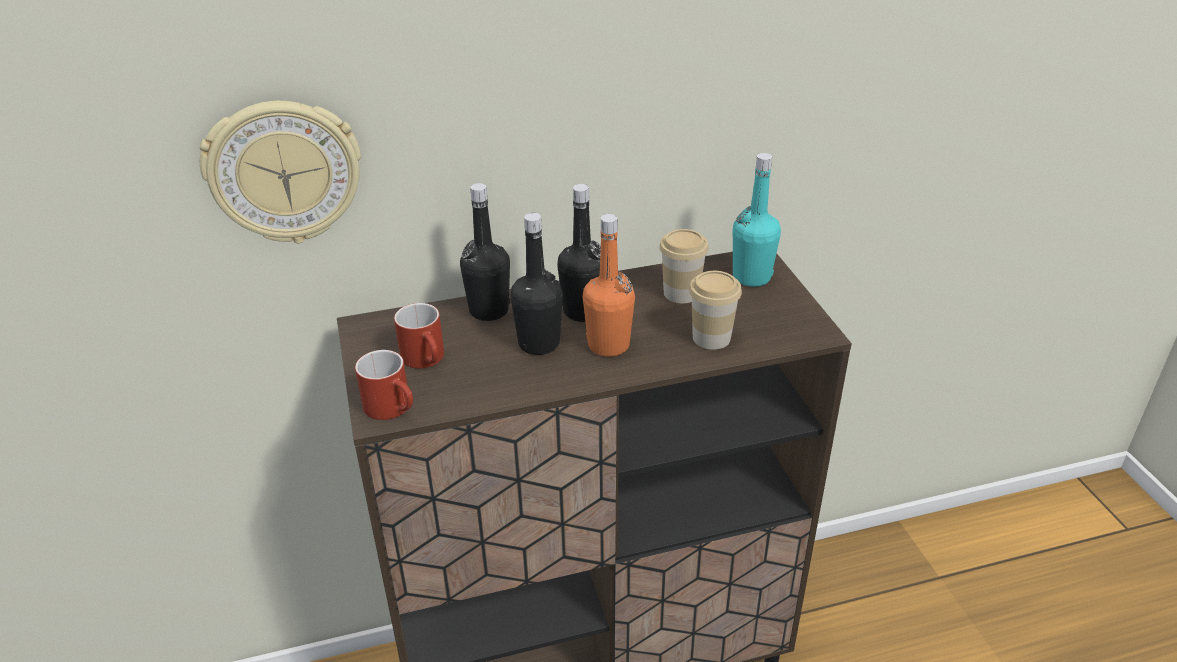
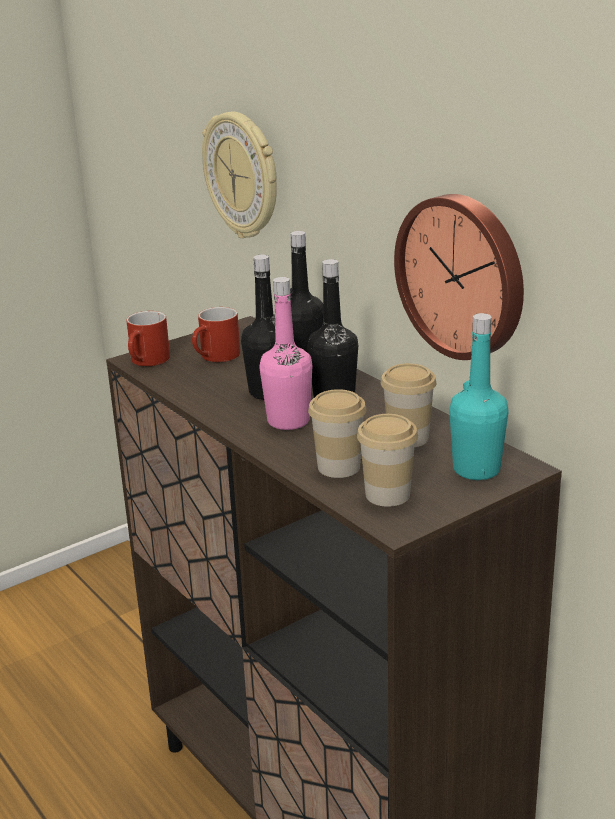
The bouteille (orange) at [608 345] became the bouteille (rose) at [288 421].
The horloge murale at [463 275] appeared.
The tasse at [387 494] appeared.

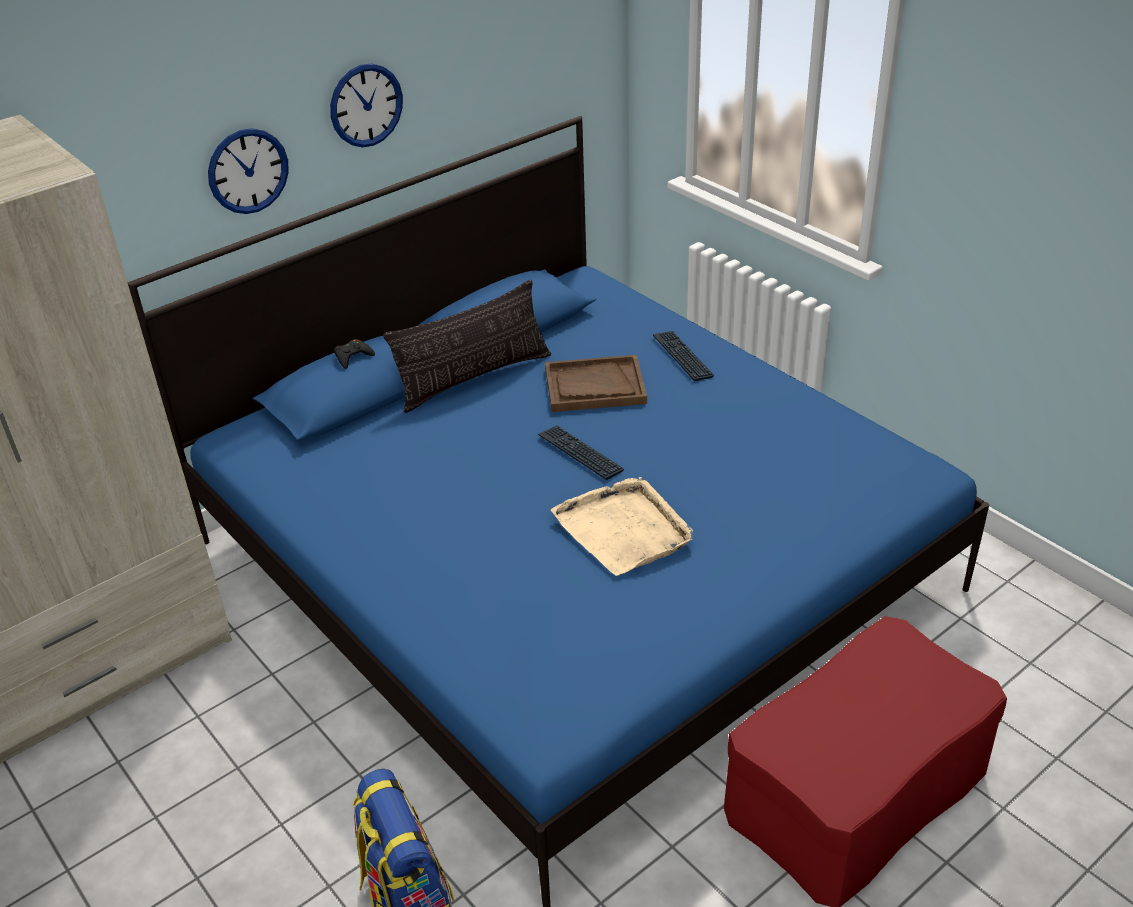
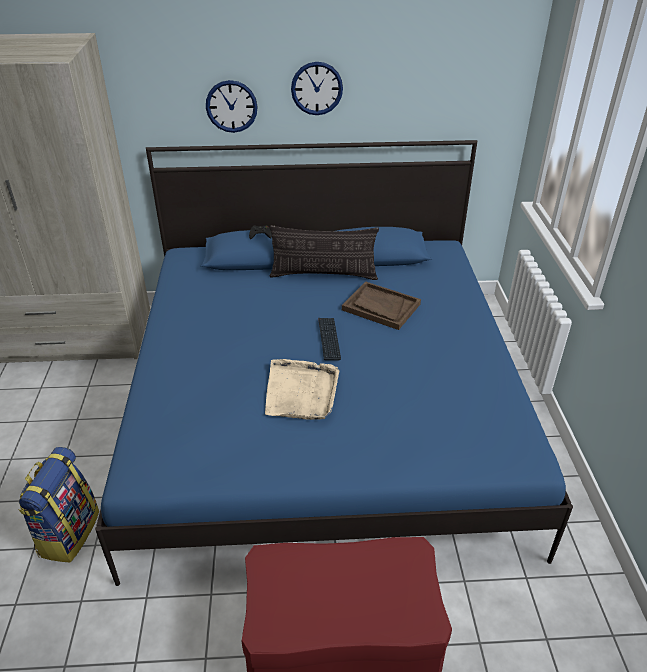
The clavier at [682 357] disappeared.

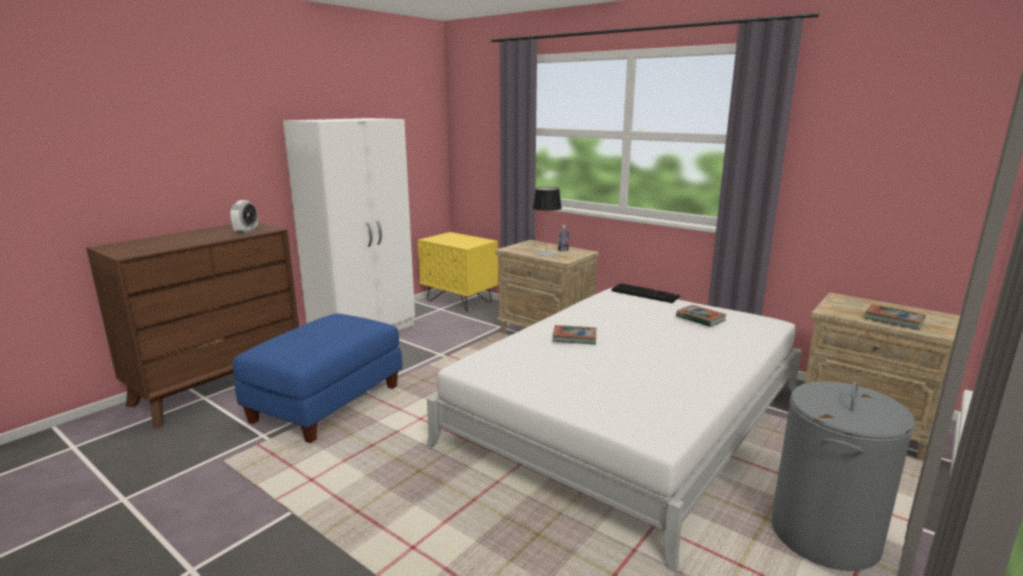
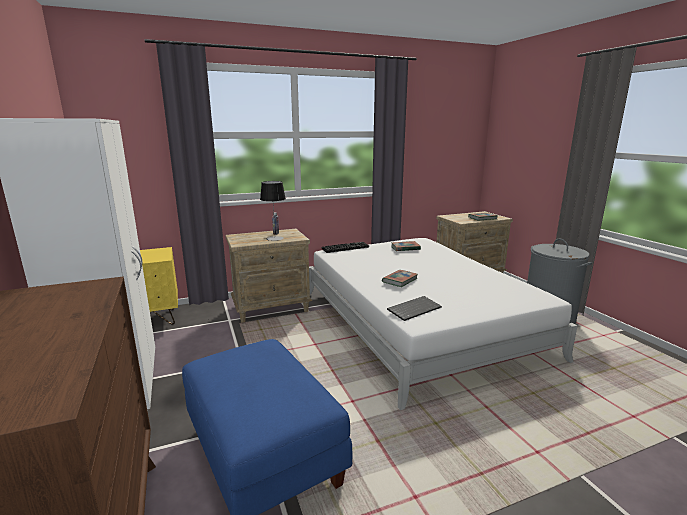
The réveil at [246 231] disappeared.
The clavier at [414 309] appeared.

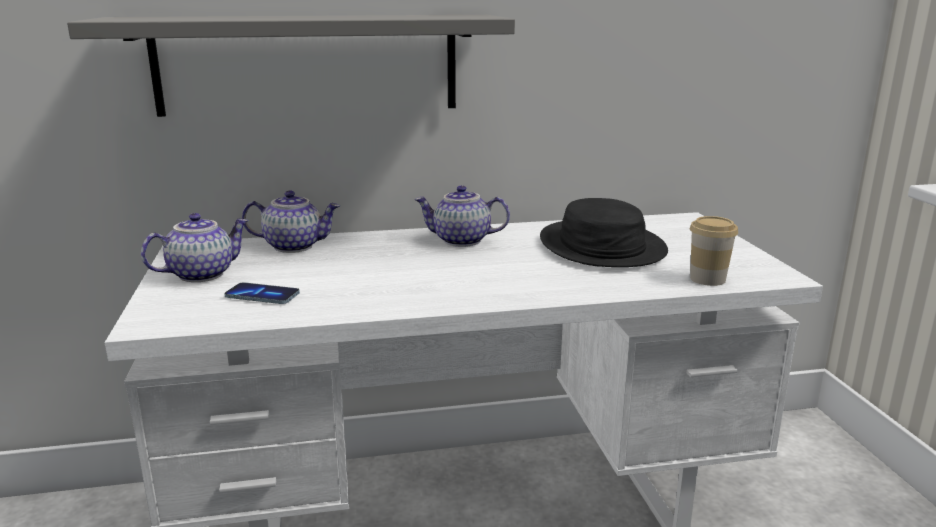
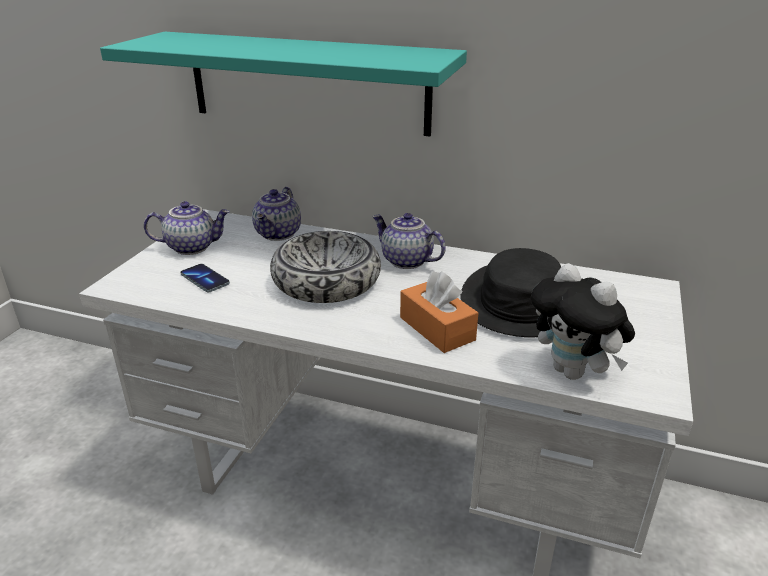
The étagère (gris) at [308 64] became the étagère (turquoise) at [307 83].
The théière at [294 246] turned 75 degrees clockwise.
The tasse at [707 279] was replaced by the peluche at [574 372].
The bol at [326 281] appeared.
The boîte à mouchoirs (orange) at [437 328] appeared.

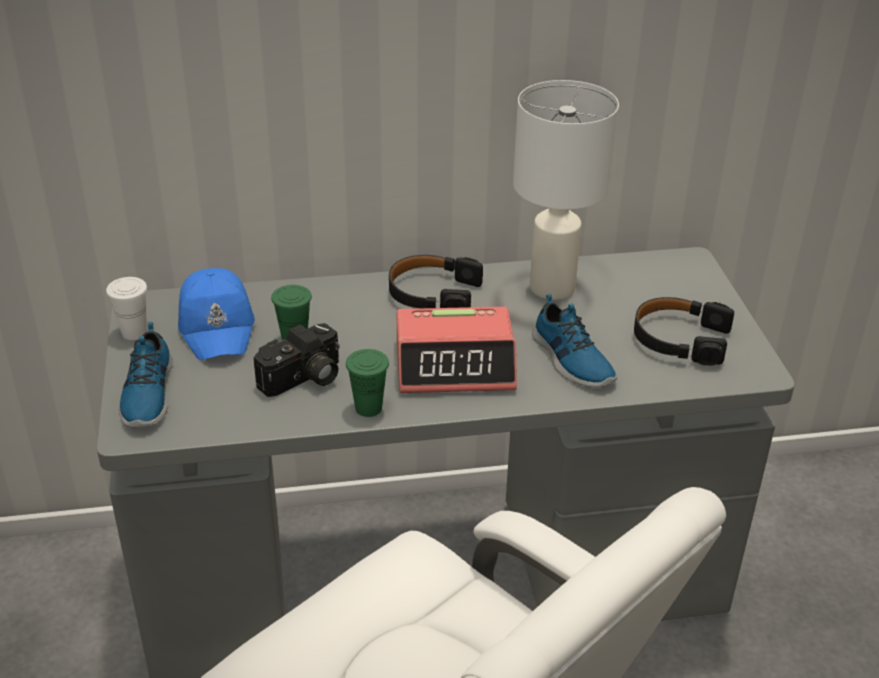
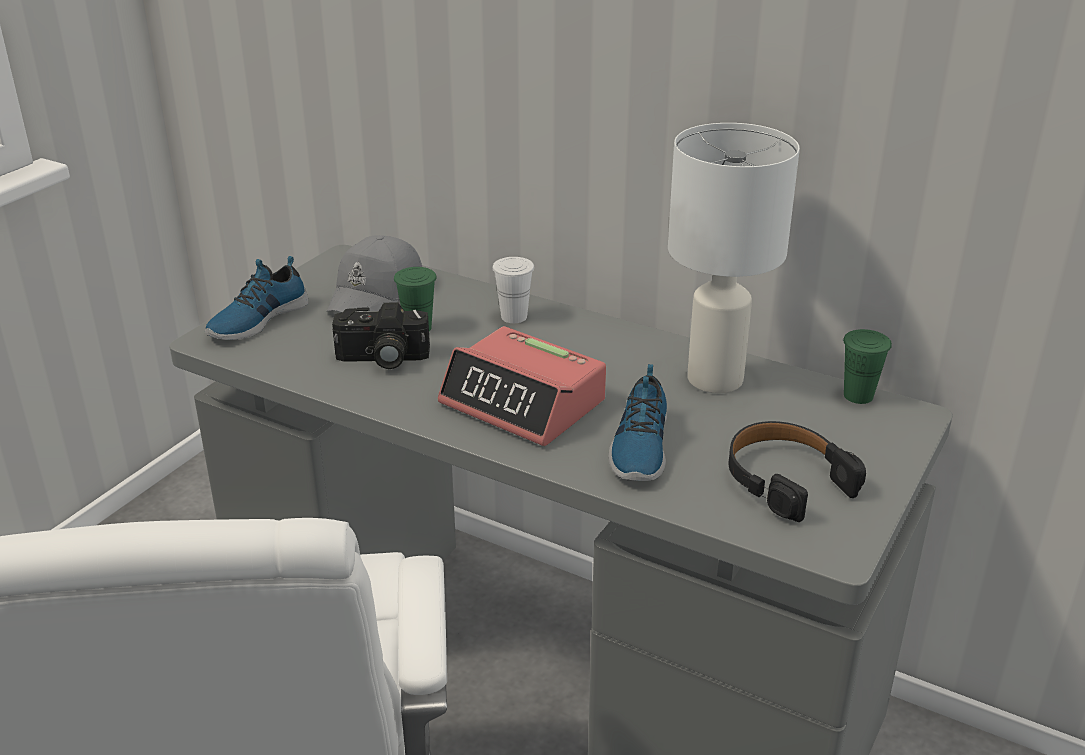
The casque audio (noir) at [433 294] disappeared.
The casquette (bleu) at [218 325] became the casquette (gris) at [377 293].
The tasse (blanc) moved from [134 332] to [514 317].
The tasse (vert) moved from [368 408] to [858 396].

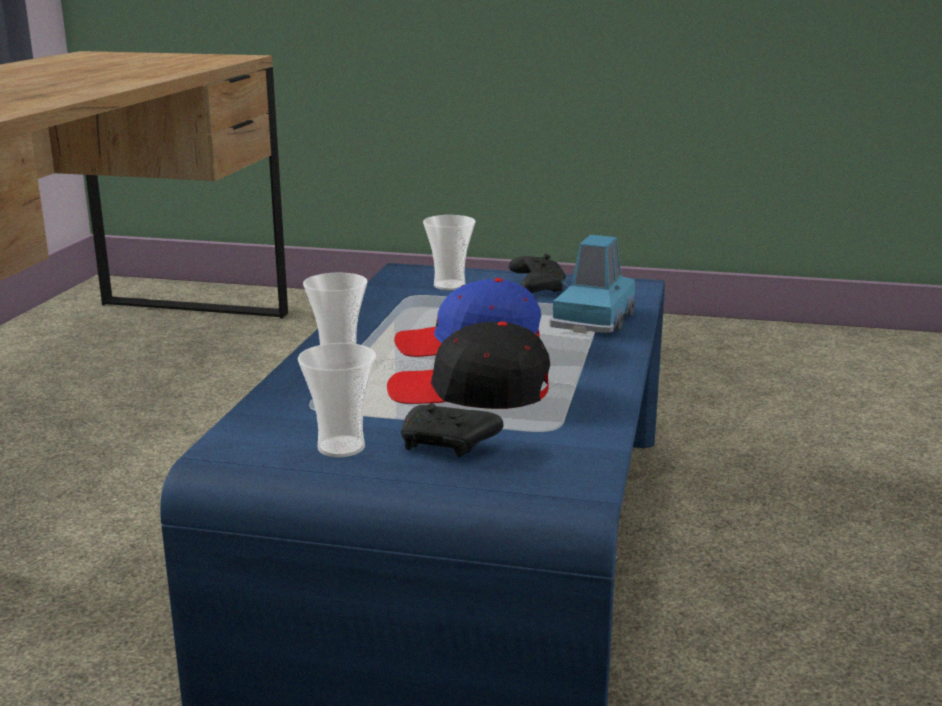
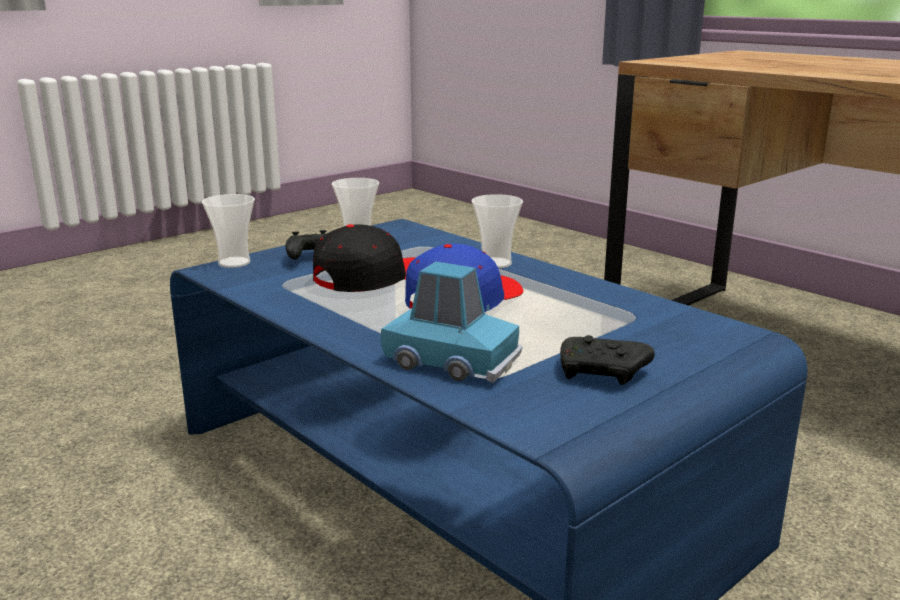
The tasse moved from [449 285] to [234 263].
The petite voiture (bleu) at [594 319] turned 150 degrees clockwise.

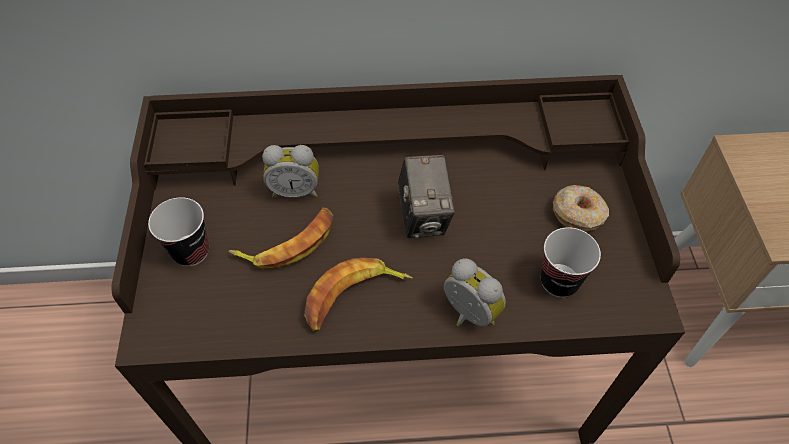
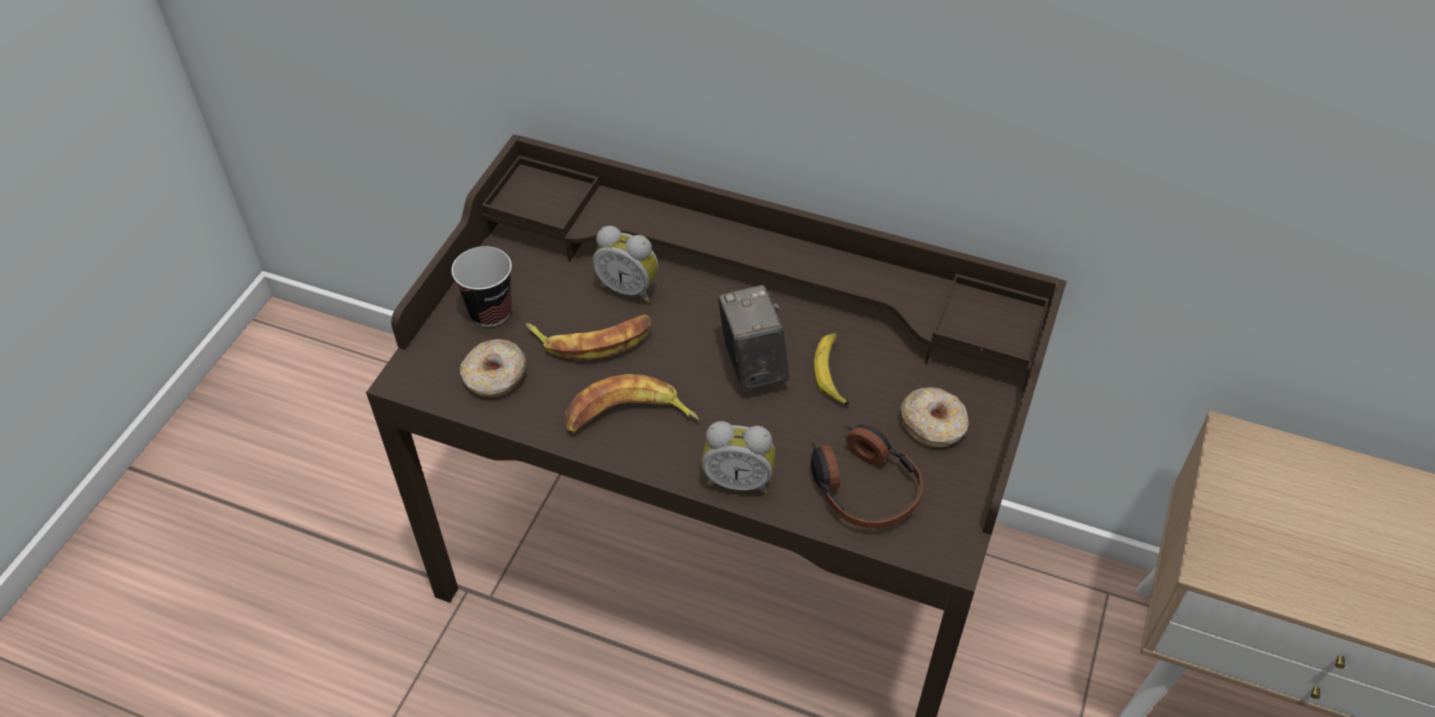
The appareil photo at [423 217] turned 150 degrees clockwise.
The tasse at [559 281] was replaced by the casque audio at [862 486].
The réveil at [468 315] turned 120 degrees clockwise.
The banane at [832 373] appeared.
The beignet at [495 377] appeared.

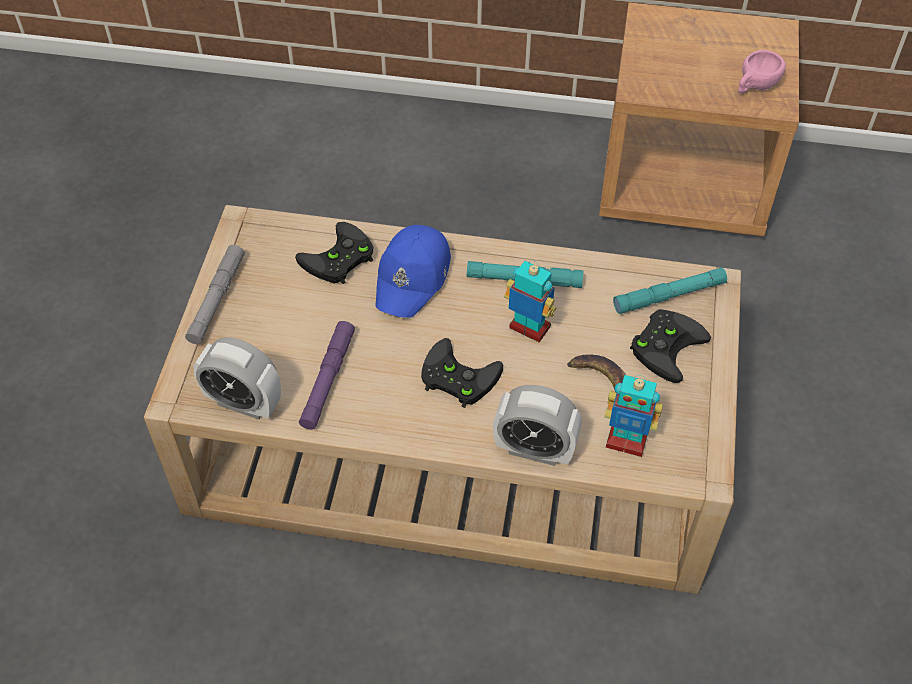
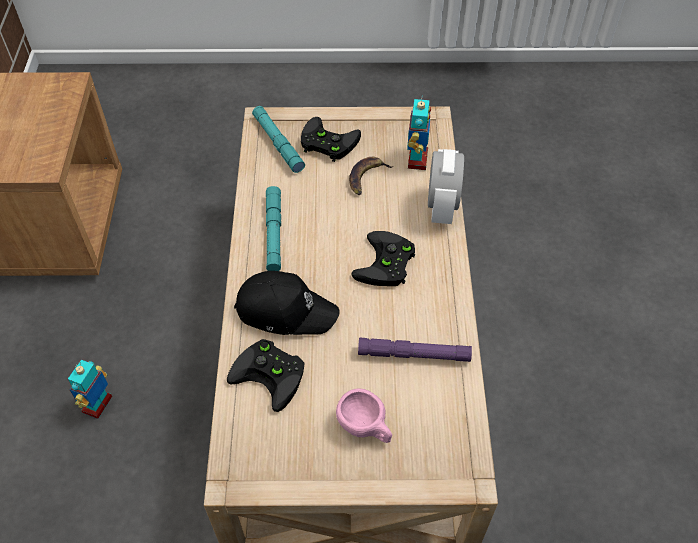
The tasse (rose) moved from [755 86] to [365 427].
The casquette (bleu) at [413 277] became the casquette (noir) at [285 310].
The lampe de poche (gris) at [216 299] disappeared.
The robot jouet moved from [529 328] to [98 405].
The réveil at [244 403] disappeared.

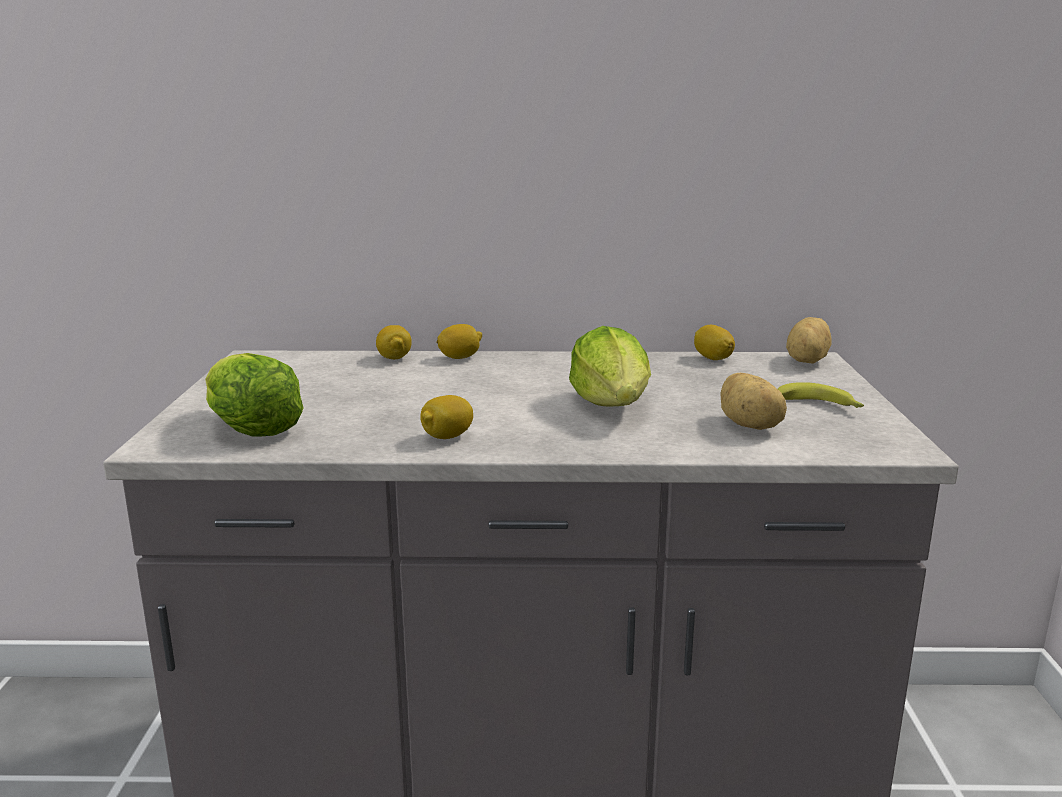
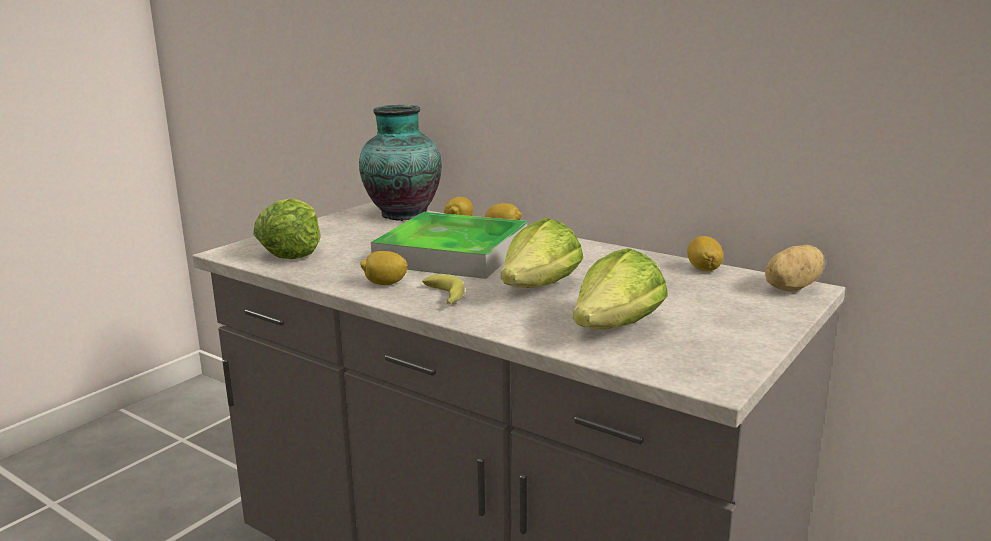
The pomme de terre at [750 425] was replaced by the laitue at [616 328].
The banane moved from [821 406] to [445 298].
The vase at [401 215] appeared.
The plateau at [452 253] appeared.

